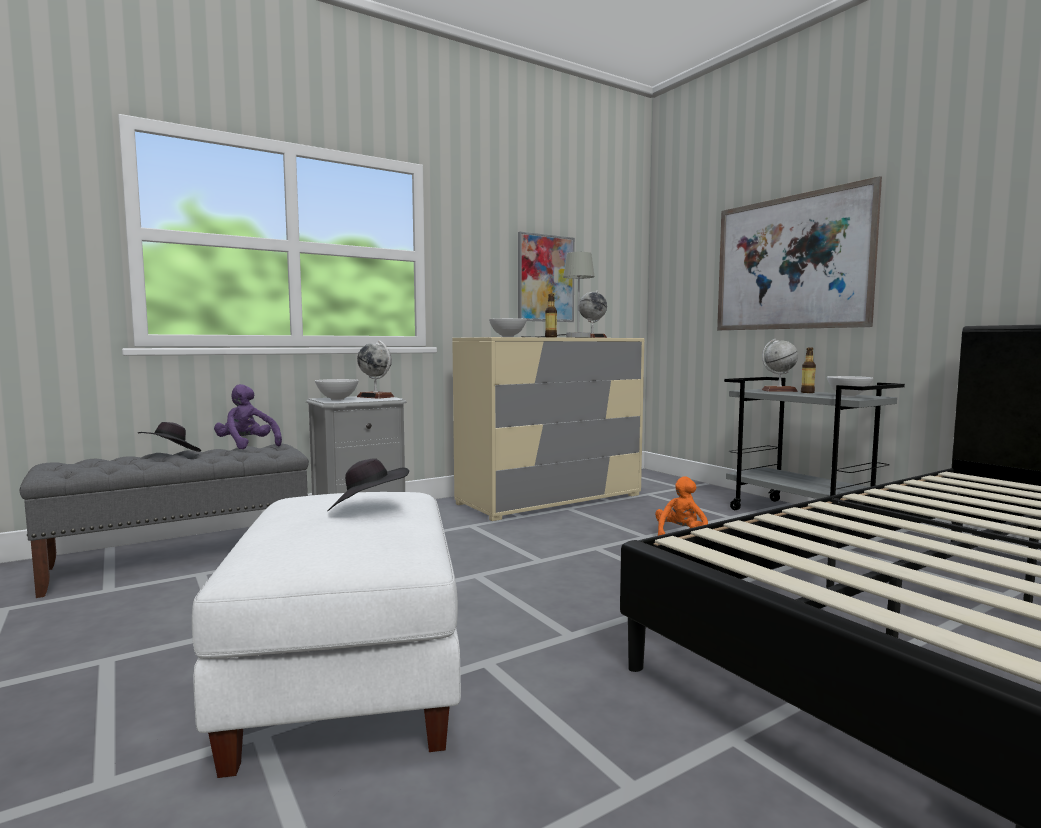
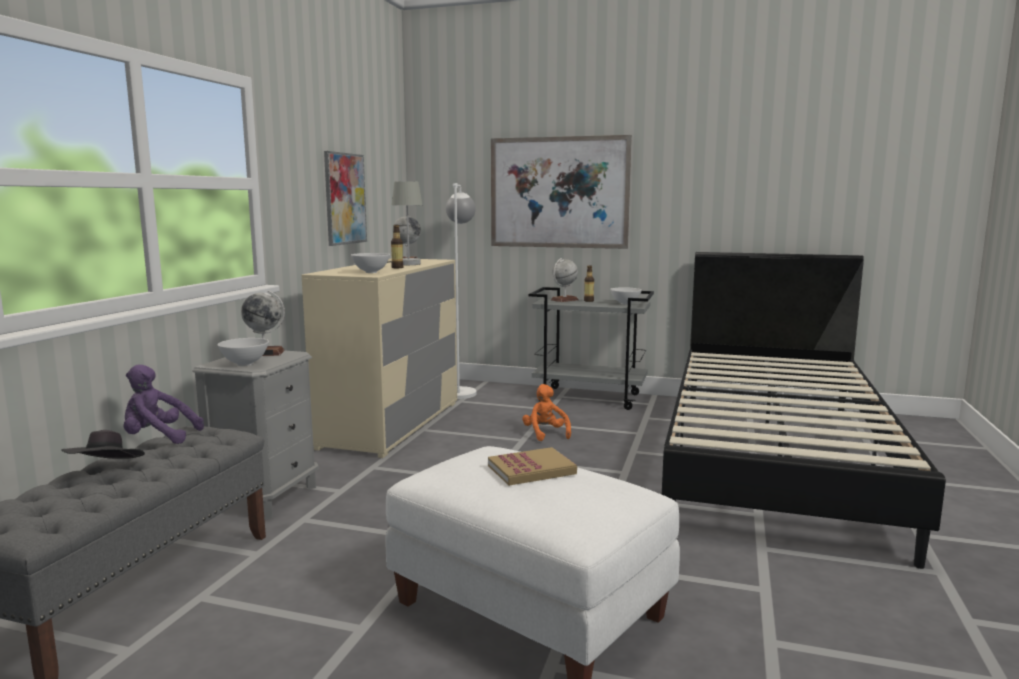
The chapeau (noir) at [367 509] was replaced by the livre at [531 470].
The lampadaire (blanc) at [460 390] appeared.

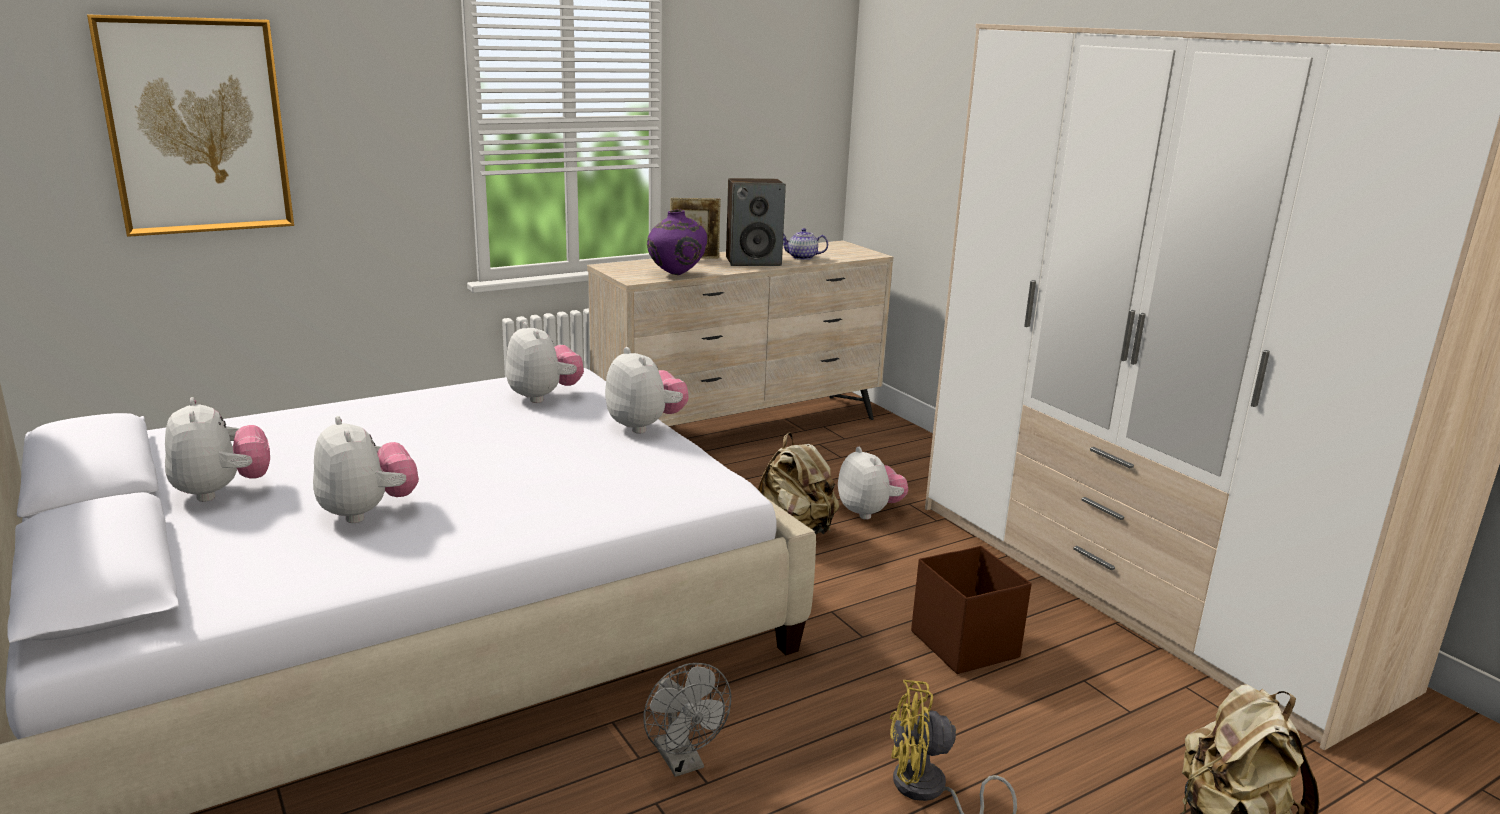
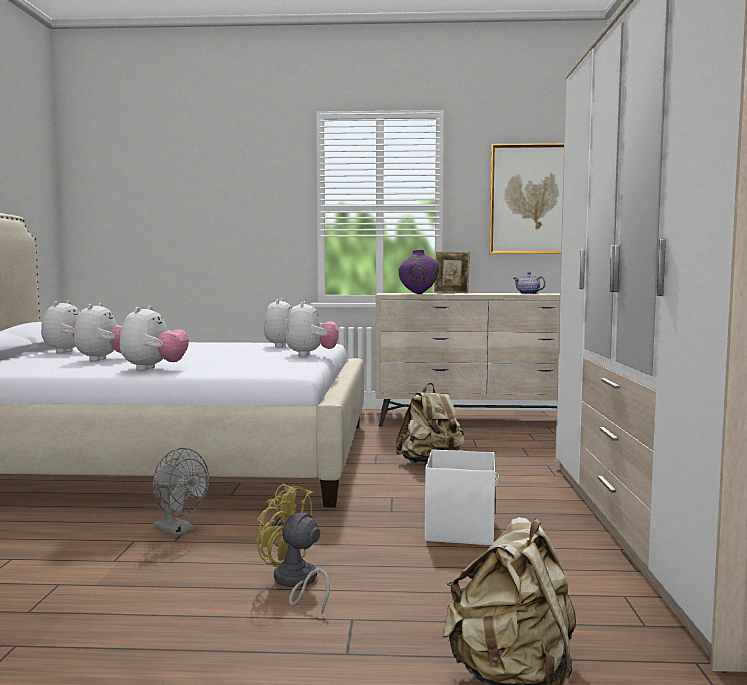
The tableau moved from [197 127] to [530 199].
The enceinte at [753 261] disappeared.
The peluche moved from [869 512] to [154 369].
The boîte de rangement (marron) at [964 644] became the boîte de rangement (blanc) at [461 530].
The ventilateur (gris) at [683 762] turned 60 degrees counterclockwise.

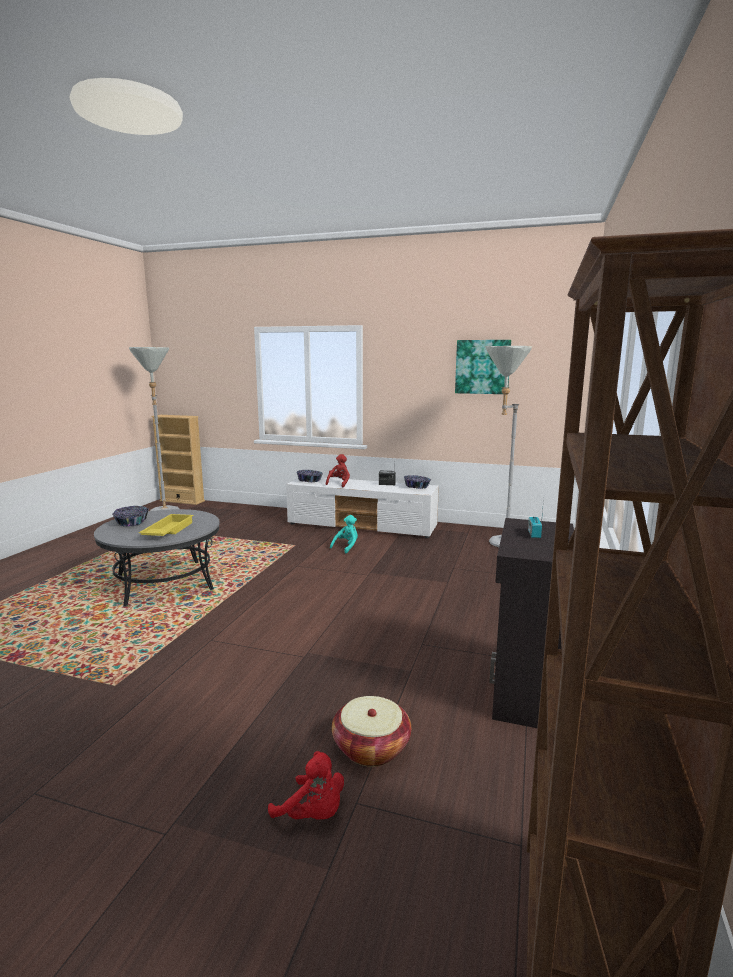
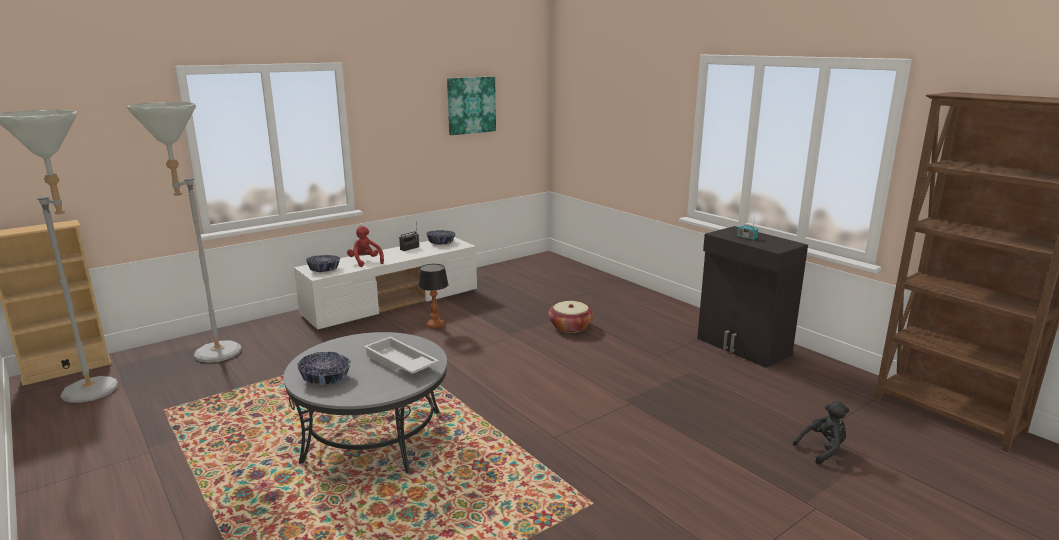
The lampadaire (gris) moved from [499 543] to [209 357].
The plateau (jaune) at [167 531] became the plateau (blanc) at [399 363].
The peluche (turquoise) at [346 547] was replaced by the lampe de table at [435 325].
The panier moved from [371 747] to [570 327].
The peluche (rouge) at [312 814] became the peluche (noir) at [822 450].

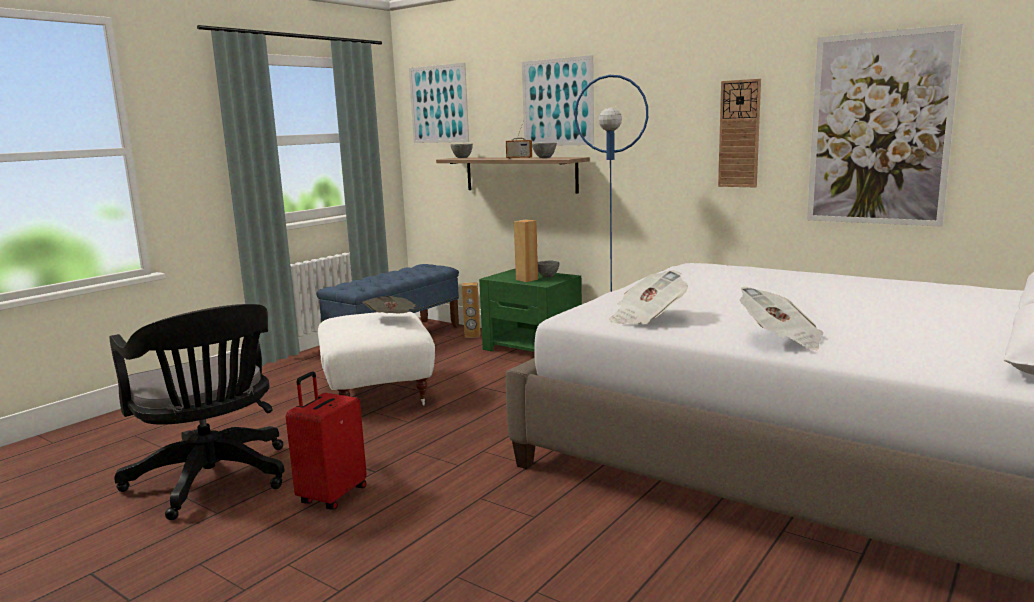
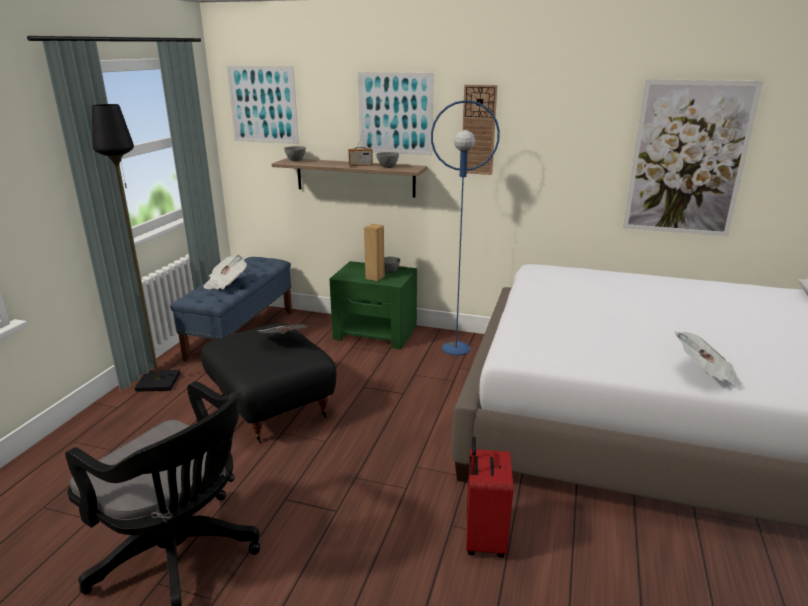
The horloge murale moved from [739 134] to [478 130].
The journal moved from [646 318] to [226 283].
The enceinte (marron) at [472 335] disappeared.
The pouf (blanc) at [376 393] became the pouf (noir) at [270 407].
The valise (rouge) moved from [331 496] to [483 539].
The lampadaire (noir) at [159 381] appeared.

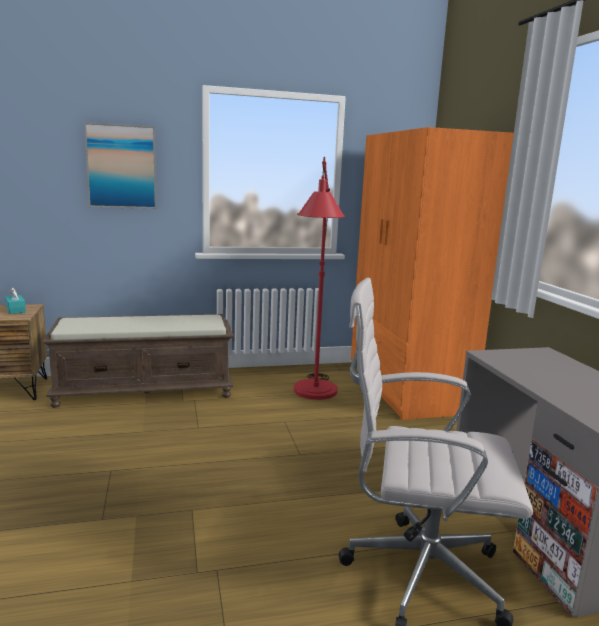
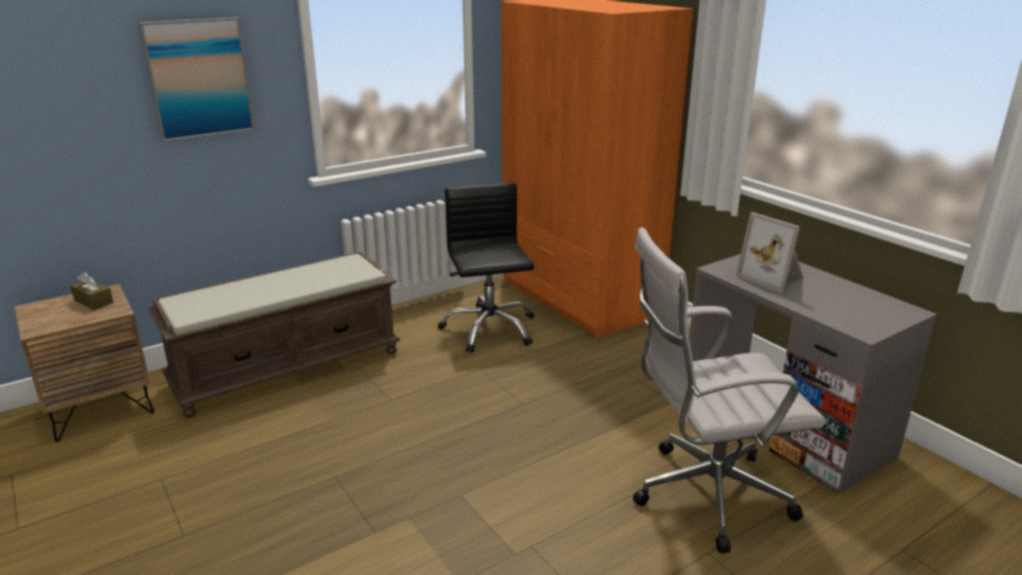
The lampadaire (rouge) at [314 395] was replaced by the chaise de bureau (noir) at [489 329].
The boîte à mouchoirs (turquoise) at [15 310] became the boîte à mouchoirs (marron) at [93 301].
The cadre photo at [773 278] appeared.

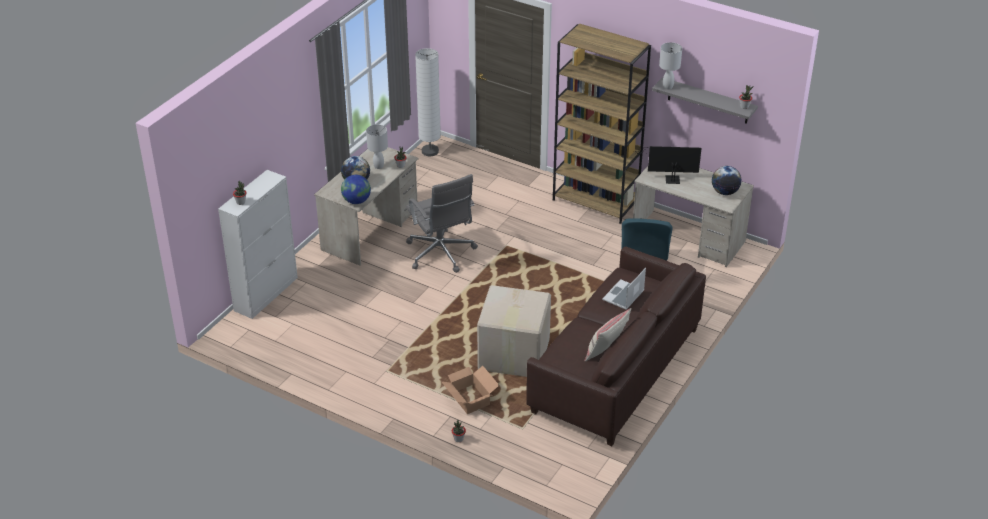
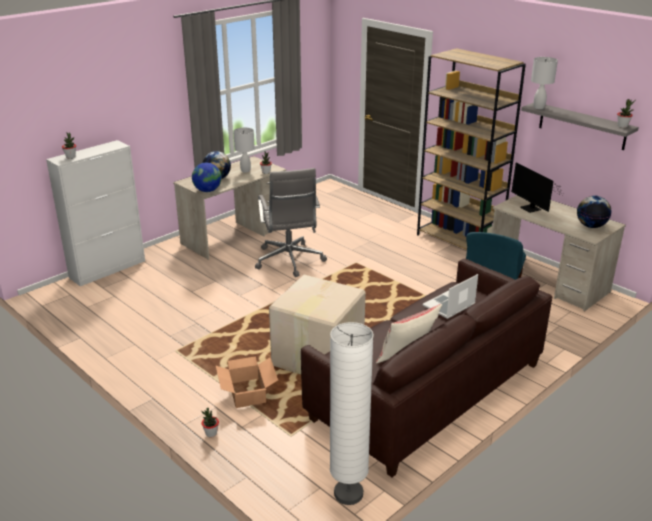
The lampadaire (blanc) moved from [430 151] to [348 494].
The écran d'ordinateur at [670 179] turned 135 degrees counterclockwise.

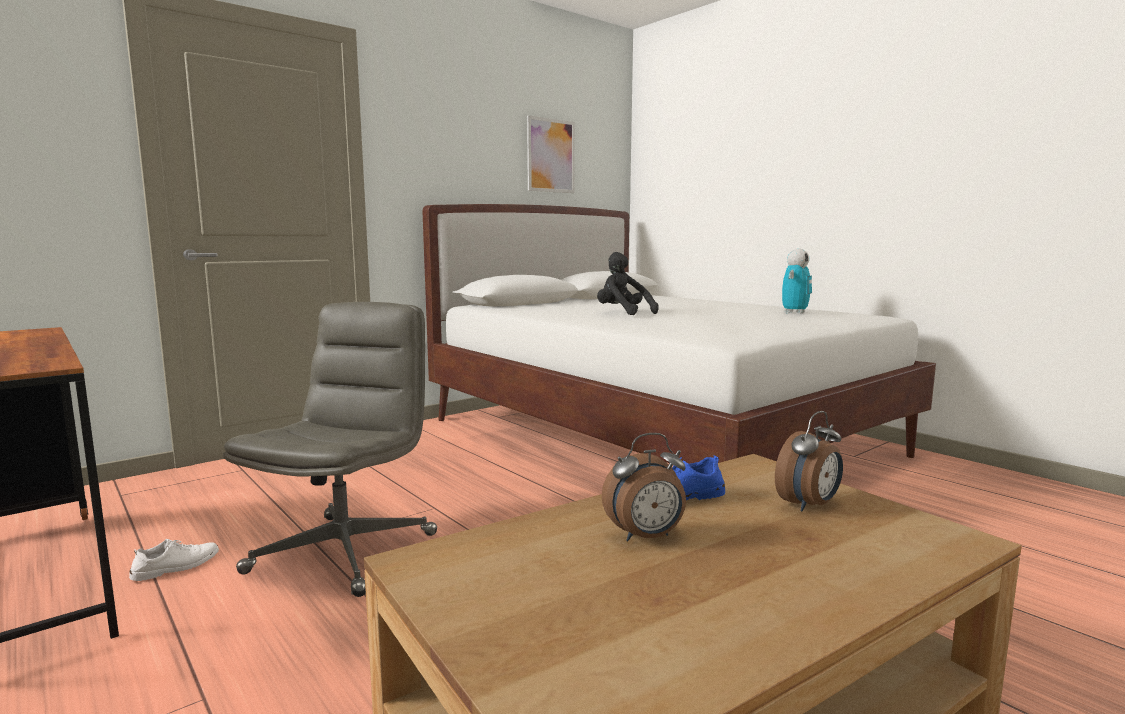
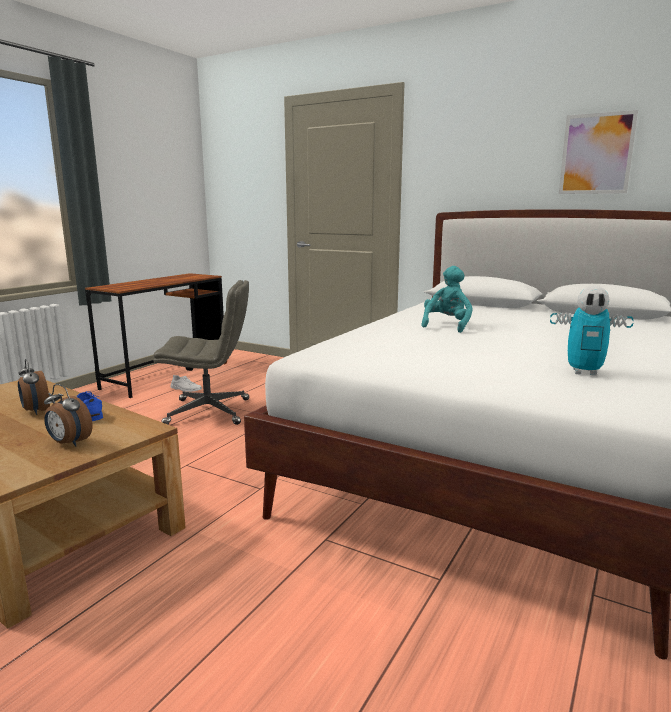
The peluche (noir) at [623 313] became the peluche (turquoise) at [446 325].

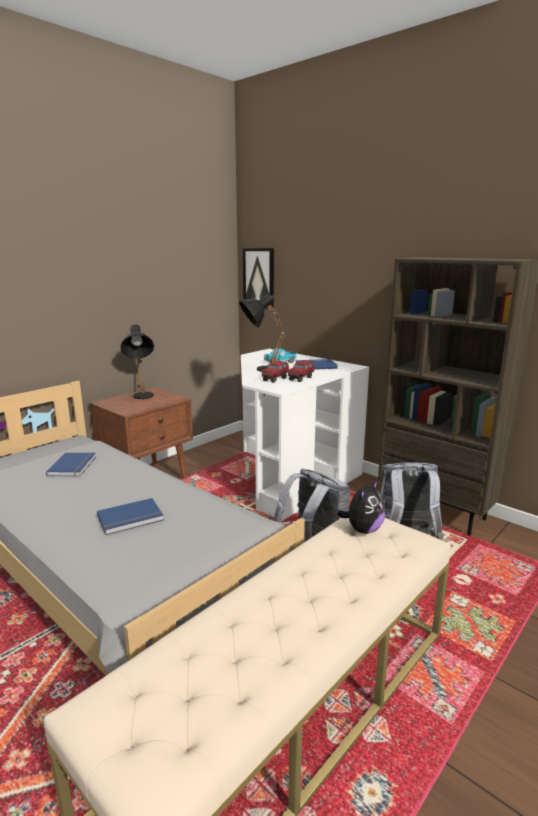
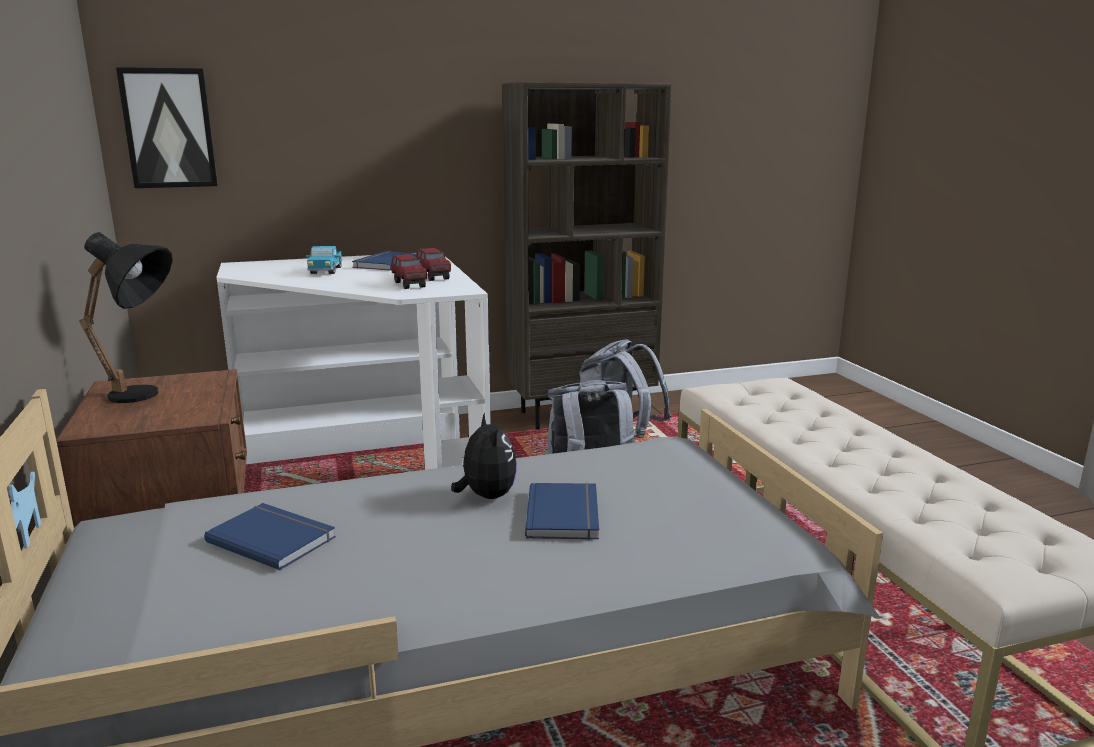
The lampe de table (noir) at [258 369] disappeared.
The peluche moved from [363 530] to [486 496].

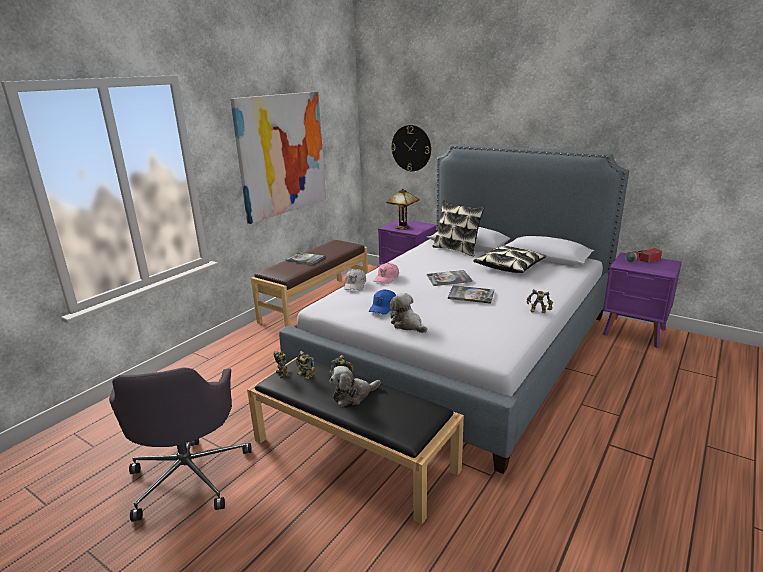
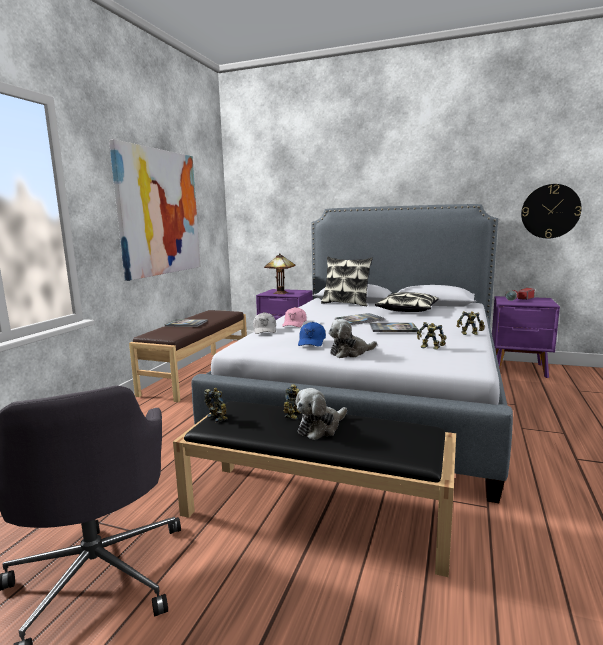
The horloge murale moved from [411 148] to [550 211].
The peluche at [408 325] turned 60 degrees counterclockwise.
The robot jouet moved from [305 376] to [430 348].

